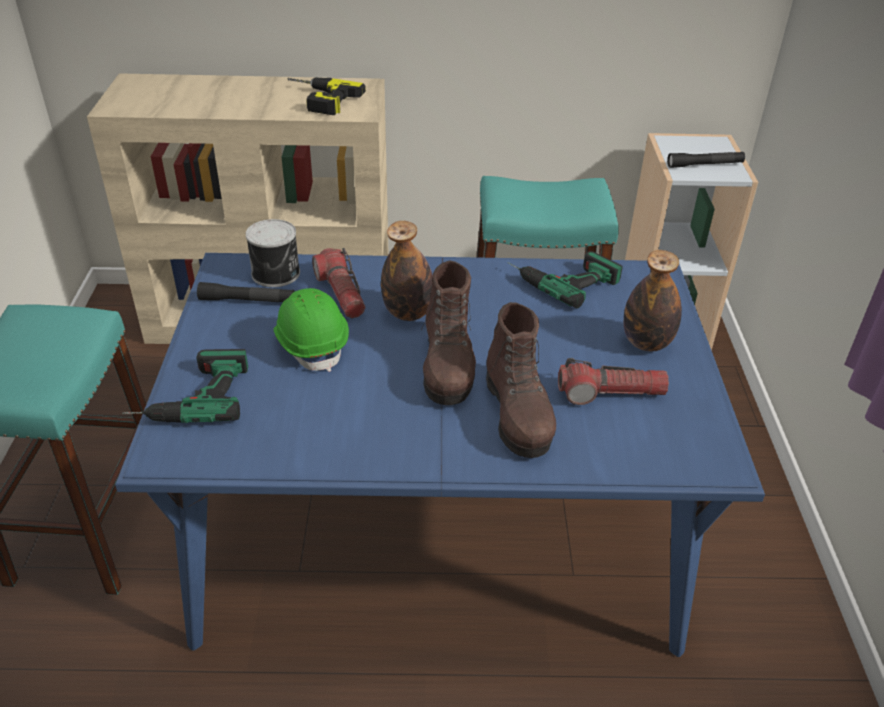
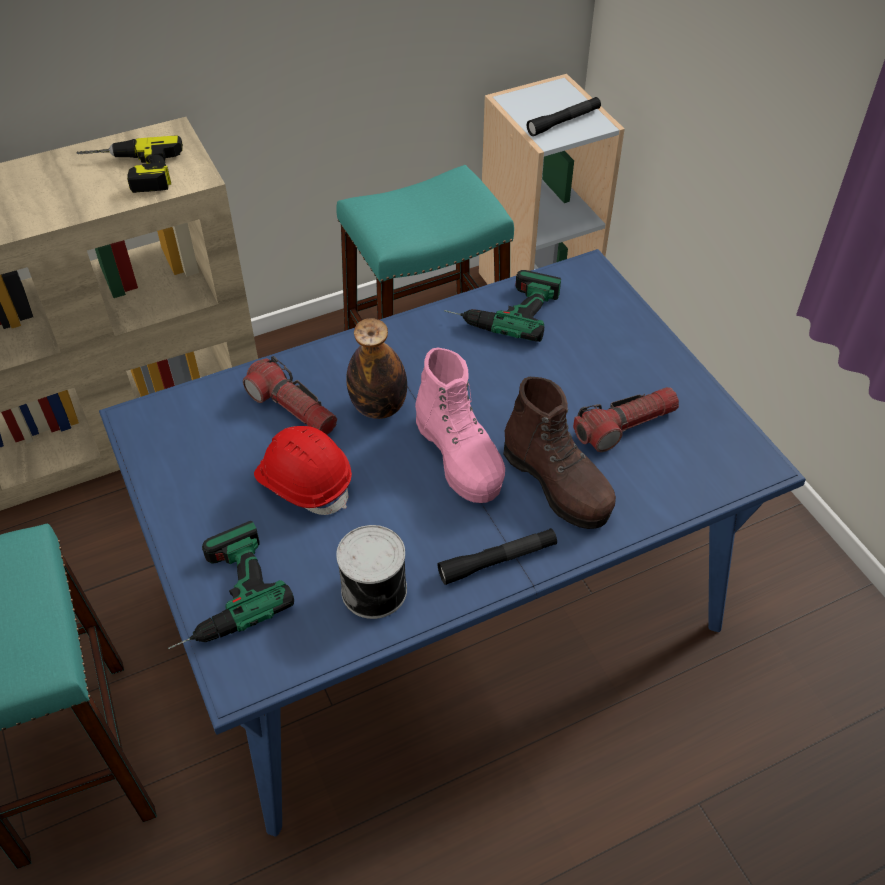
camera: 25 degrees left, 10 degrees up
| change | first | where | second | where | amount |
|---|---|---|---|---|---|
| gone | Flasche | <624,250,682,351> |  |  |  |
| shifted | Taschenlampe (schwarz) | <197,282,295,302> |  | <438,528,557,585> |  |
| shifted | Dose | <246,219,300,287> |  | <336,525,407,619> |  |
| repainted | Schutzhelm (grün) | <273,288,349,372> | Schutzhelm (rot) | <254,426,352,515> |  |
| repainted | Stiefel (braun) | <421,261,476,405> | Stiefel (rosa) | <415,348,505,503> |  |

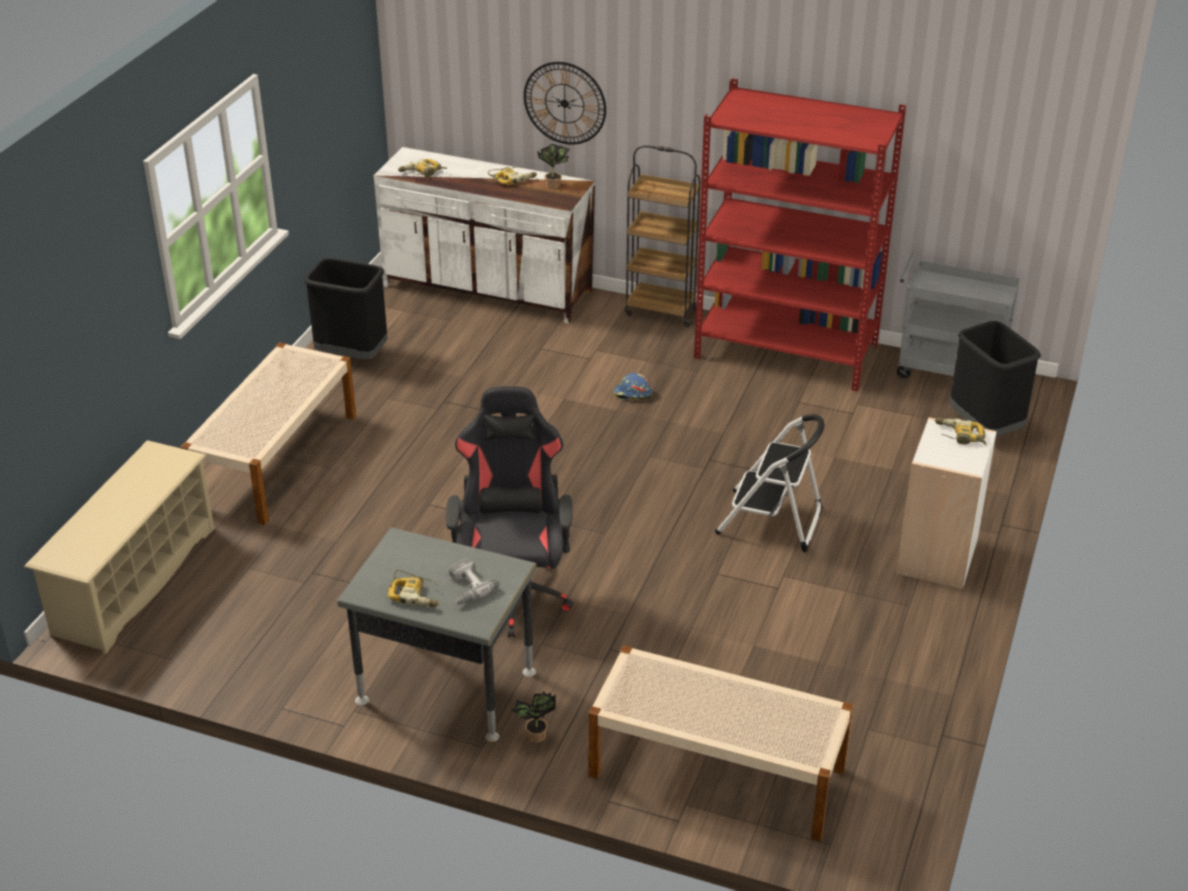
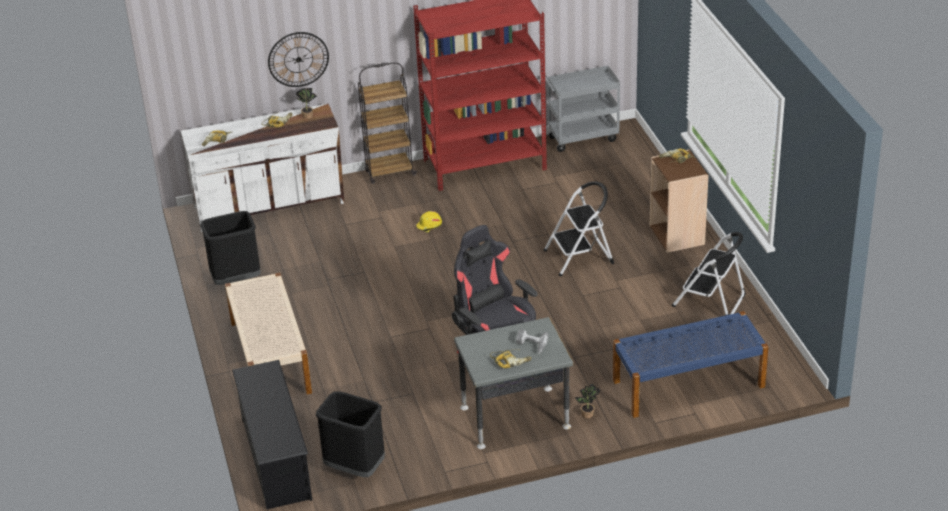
camera: 35 degrees left, 0 degrees up
| change | first | where | second | where | amount |
|---|---|---|---|---|---|
| new |  |  | Trittleiter | <672,232,746,316> |  |
| shifted | Mülleimer (schwarz) | <950,321,1041,436> |  | <316,391,385,477> |  |
| repainted | Schuhregal (beige) | <24,440,215,654> | Schuhregal (schwarz) | <232,360,312,509> |  |
| repainted | Bank (beige) | <588,645,853,842> | Bank (blau) | <613,311,768,418> |  |
| repainted | Schutzhelm (blau) | <613,373,653,401> | Schutzhelm (gelb) | <416,211,442,233> |  |
| repainted | Bücherregal (weiß) | <896,417,997,589> | Bücherregal (braun) | <650,149,709,253> |  |

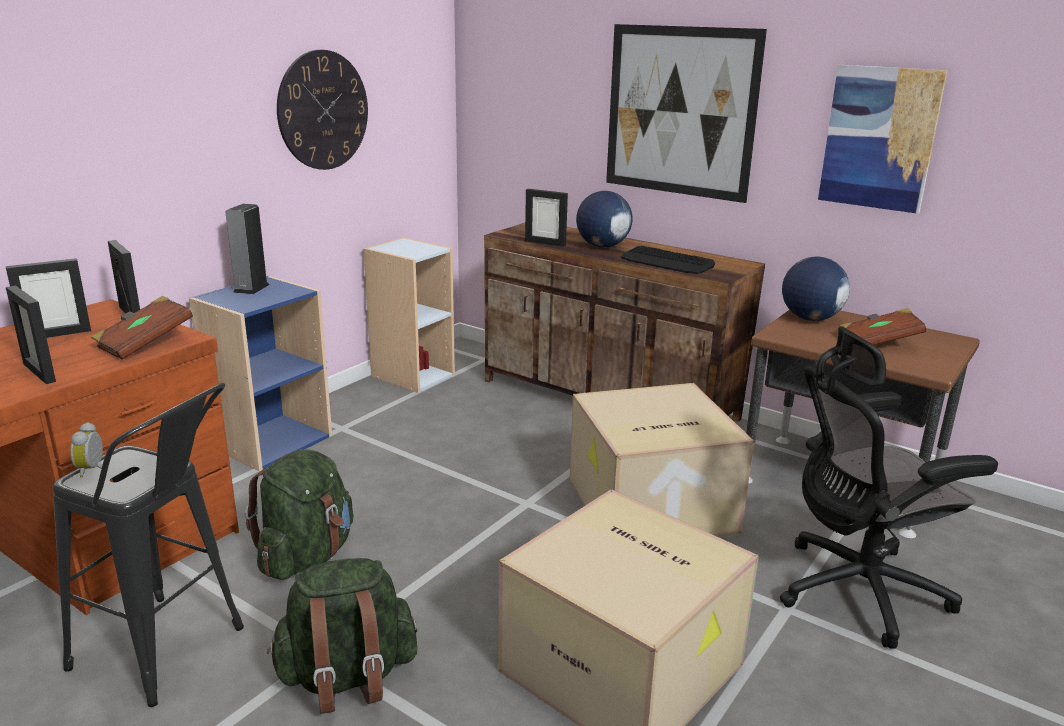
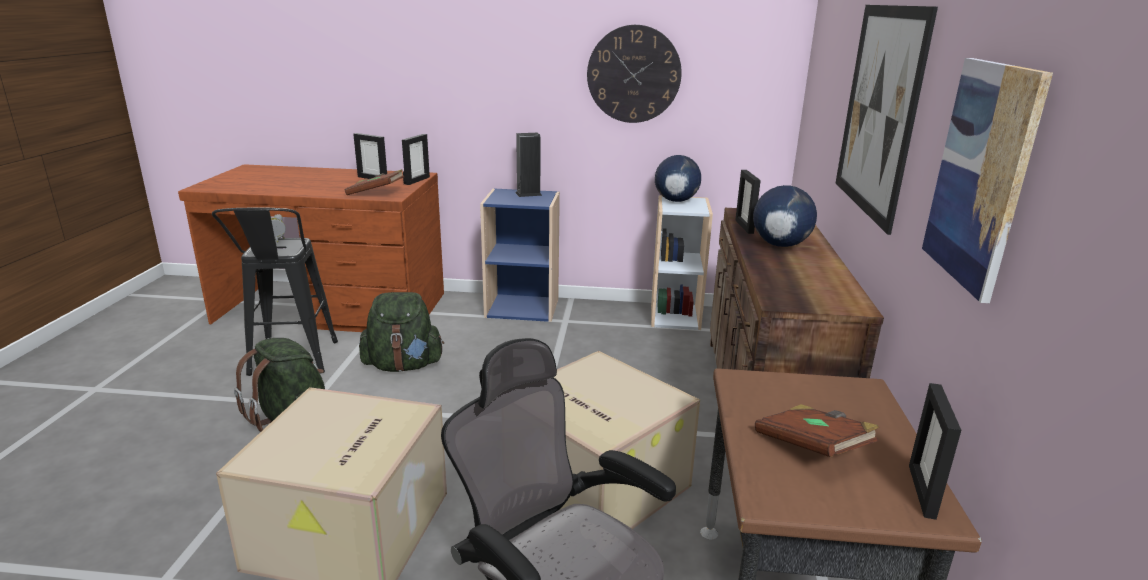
camera: 60 degrees right, 0 degrees up
| change | first | where | second | where | amount |
|---|---|---|---|---|---|
| gone | Tastatur | <621,246,715,274> |  |  |  |
| shifted | Bilderrahmen | <6,285,56,384> |  | <909,383,961,520> |  |
| shifted | Globus | <782,256,850,321> |  | <655,155,701,202> |  |

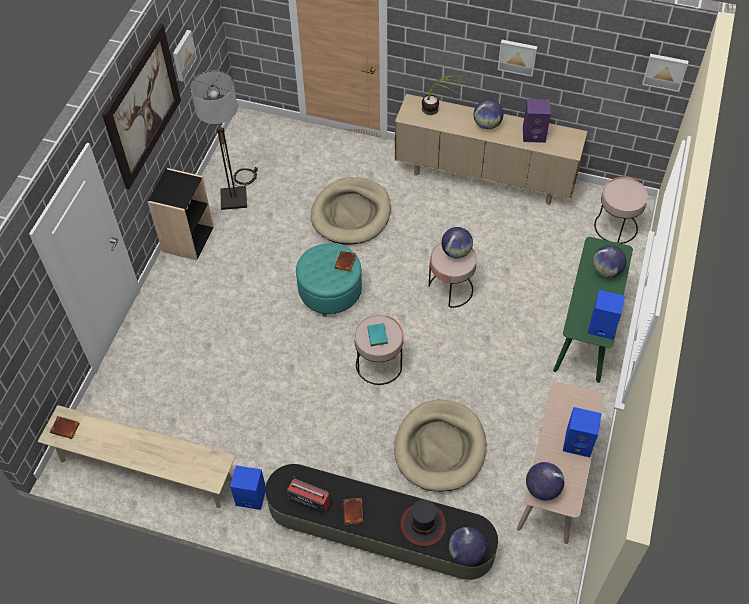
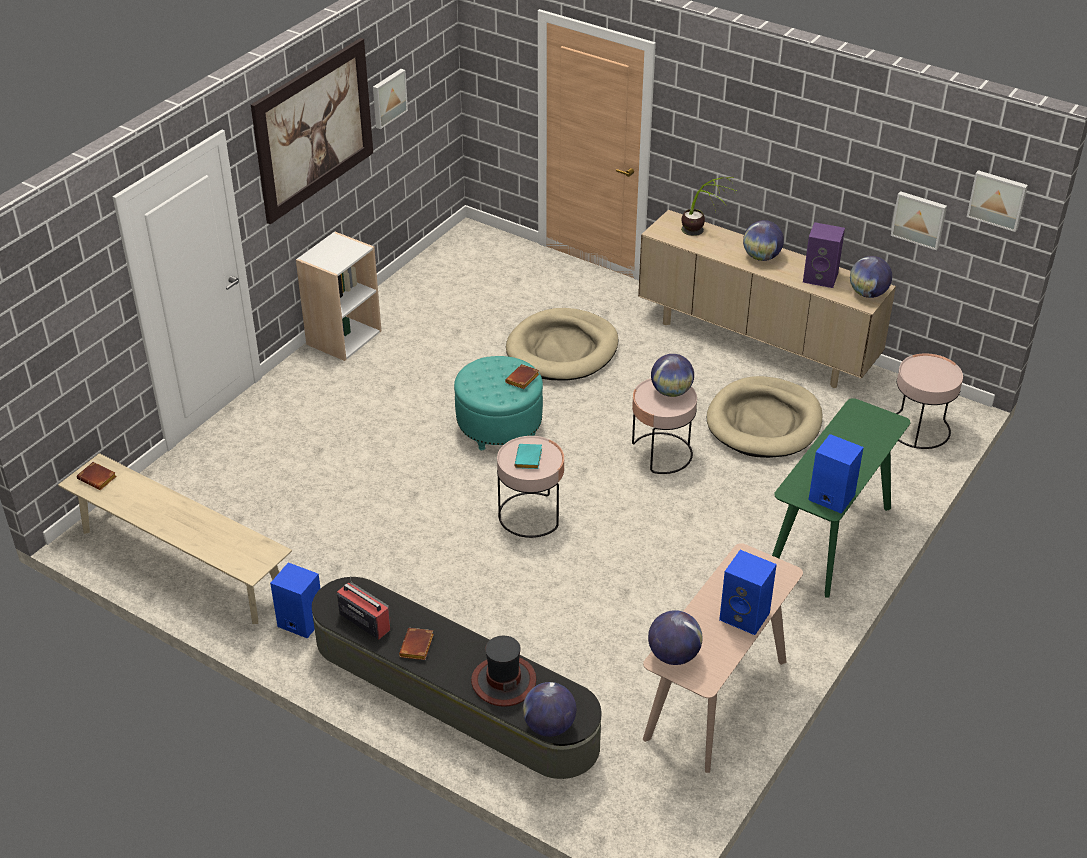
camera: 15 degrees right, 15 degrees down
| change | first | where | second | where | amount |
|---|---|---|---|---|---|
| gone | Stehlampe | <190,71,258,210> |  |  |  |
| shifted | Hundebett (beige) | <394,400,486,492> |  | <707,376,823,458> |  |
| shifted | Bild | <498,40,538,77> |  | <891,191,947,250> |  |
| shifted | Globus | <593,245,626,278> |  | <850,256,892,298> |  |
| repainted | Bücherregal (schwarz) | <147,168,214,261> | Bücherregal (weiß) | <296,231,381,361> |  |

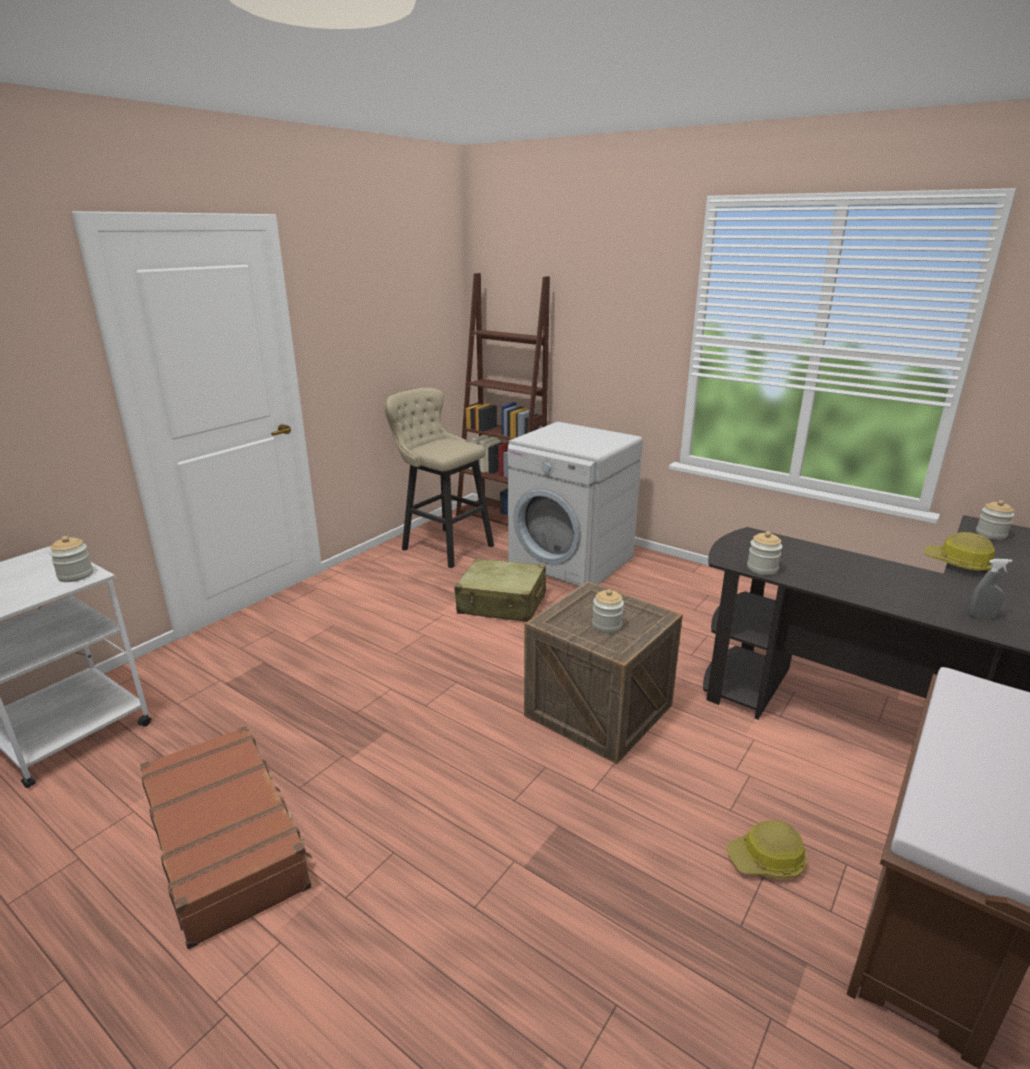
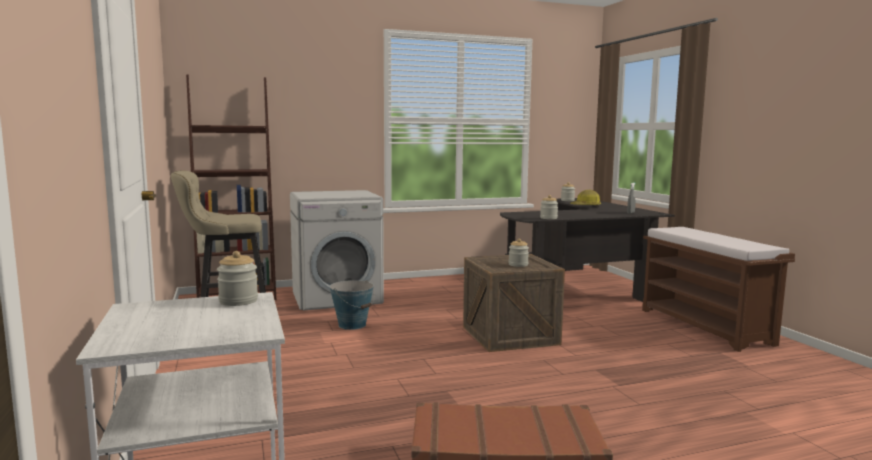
camera: 55 degrees left, 15 degrees down
| change | first | where | second | where | amount |
|---|---|---|---|---|---|
| gone | Schutzhelm | <726,820,807,878> |  |  |  |
| swapped | Koffer (beige) | <455,558,546,622> | Eimer | <330,280,375,330> |  |

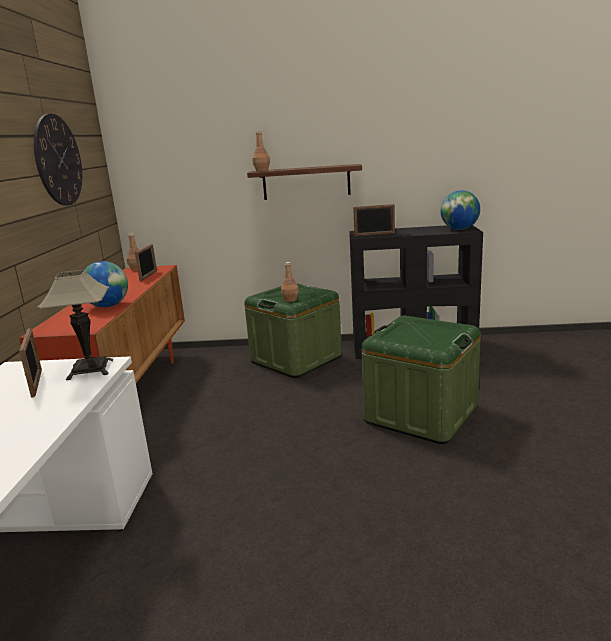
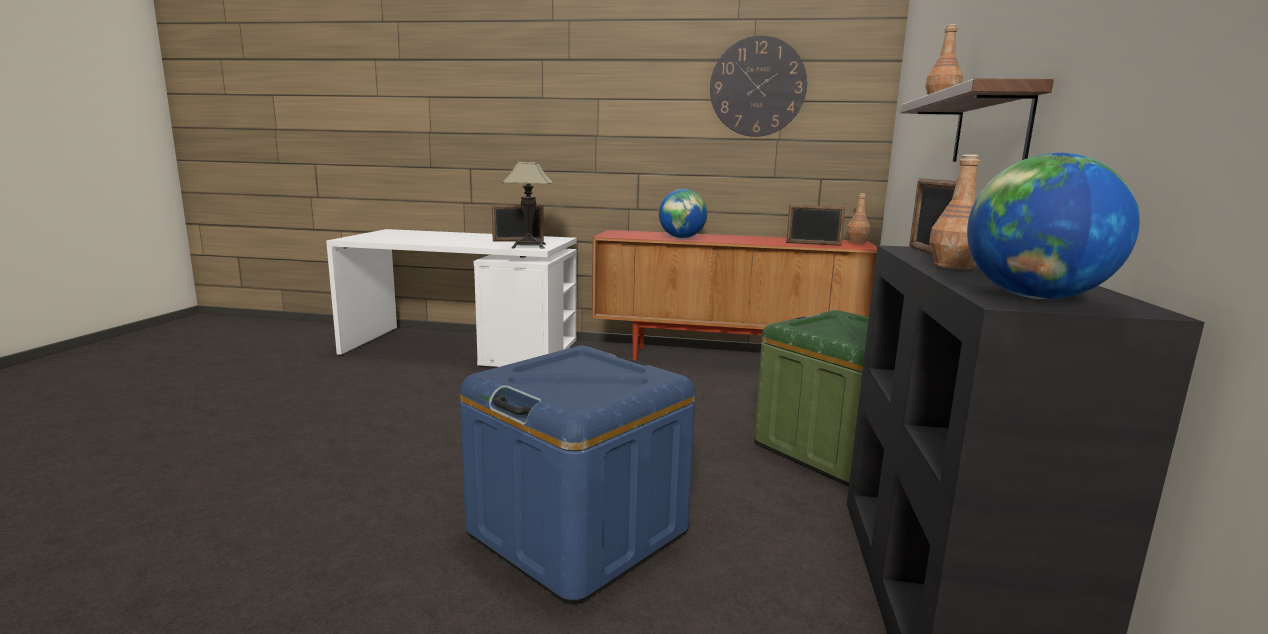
camera: 95 degrees right, 5 degrees down
| change | first | where | second | where | amount |
|---|---|---|---|---|---|
| shifted | Flasche (braun) | <281,262,299,302> |  | <929,154,980,270> |  |
| repainted | Aufbewahrungsbox (grün) | <361,316,481,444> | Aufbewahrungsbox (blau) | <460,346,696,604> |  |

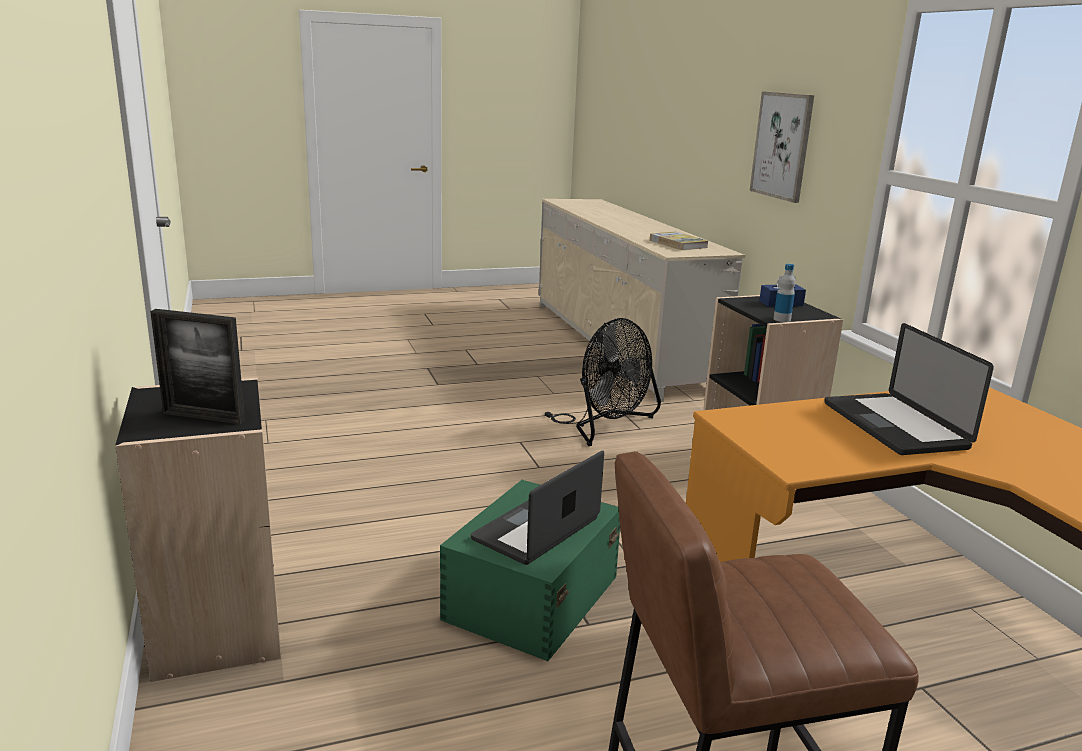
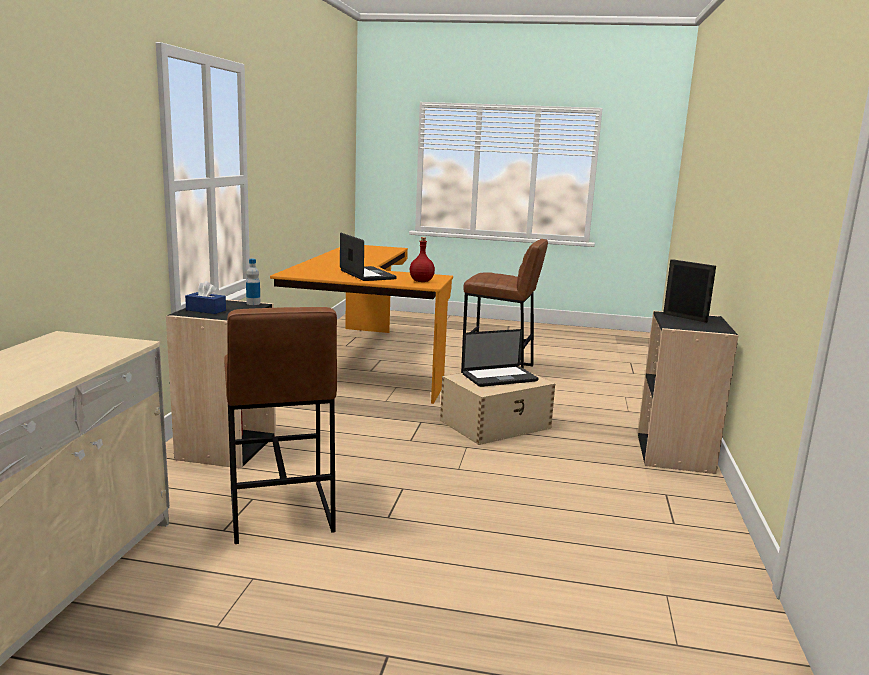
camera: 150 degrees left, 5 degrees down
| change | first | where | second | where | amount |
|---|---|---|---|---|---|
| gone | Buch | <650,232,708,250> |  |  |  |
| gone | Bild | <750,91,814,203> |  |  |  |
| new |  |  | Flasche (rot) | <410,237,435,282> |  |
| swapped | Ventilator (schwarz) | <545,318,661,446> | Hocker (braun) | <224,307,337,544> |  |
| repainted | Aufbewahrungsbox (grün) | <440,480,620,661> | Aufbewahrungsbox (beige) | <440,373,555,445> |  |
| rotated | Laptop | <824,323,994,455> |  | <340,233,397,281> | 45 degrees counterclockwise |

